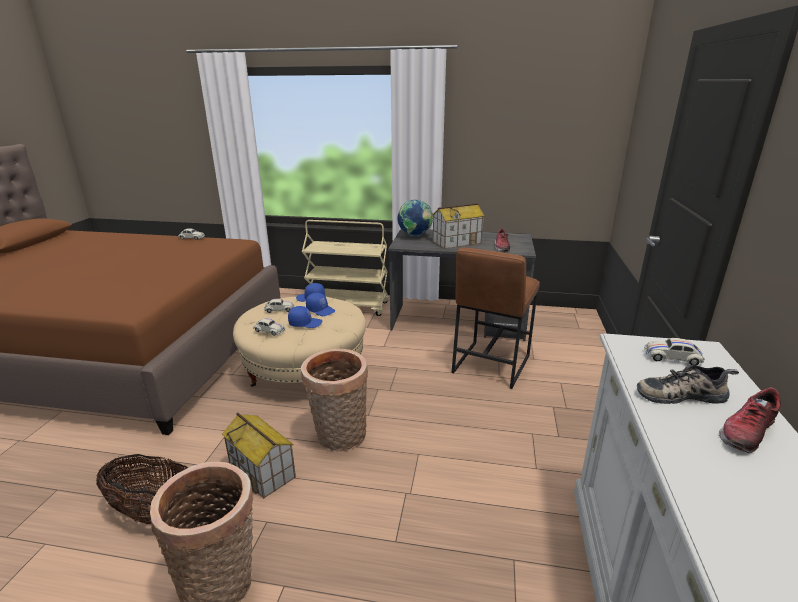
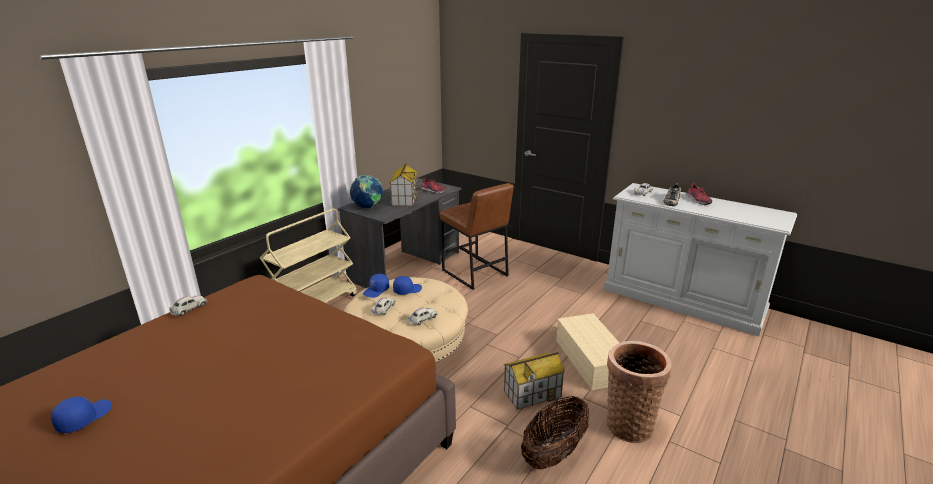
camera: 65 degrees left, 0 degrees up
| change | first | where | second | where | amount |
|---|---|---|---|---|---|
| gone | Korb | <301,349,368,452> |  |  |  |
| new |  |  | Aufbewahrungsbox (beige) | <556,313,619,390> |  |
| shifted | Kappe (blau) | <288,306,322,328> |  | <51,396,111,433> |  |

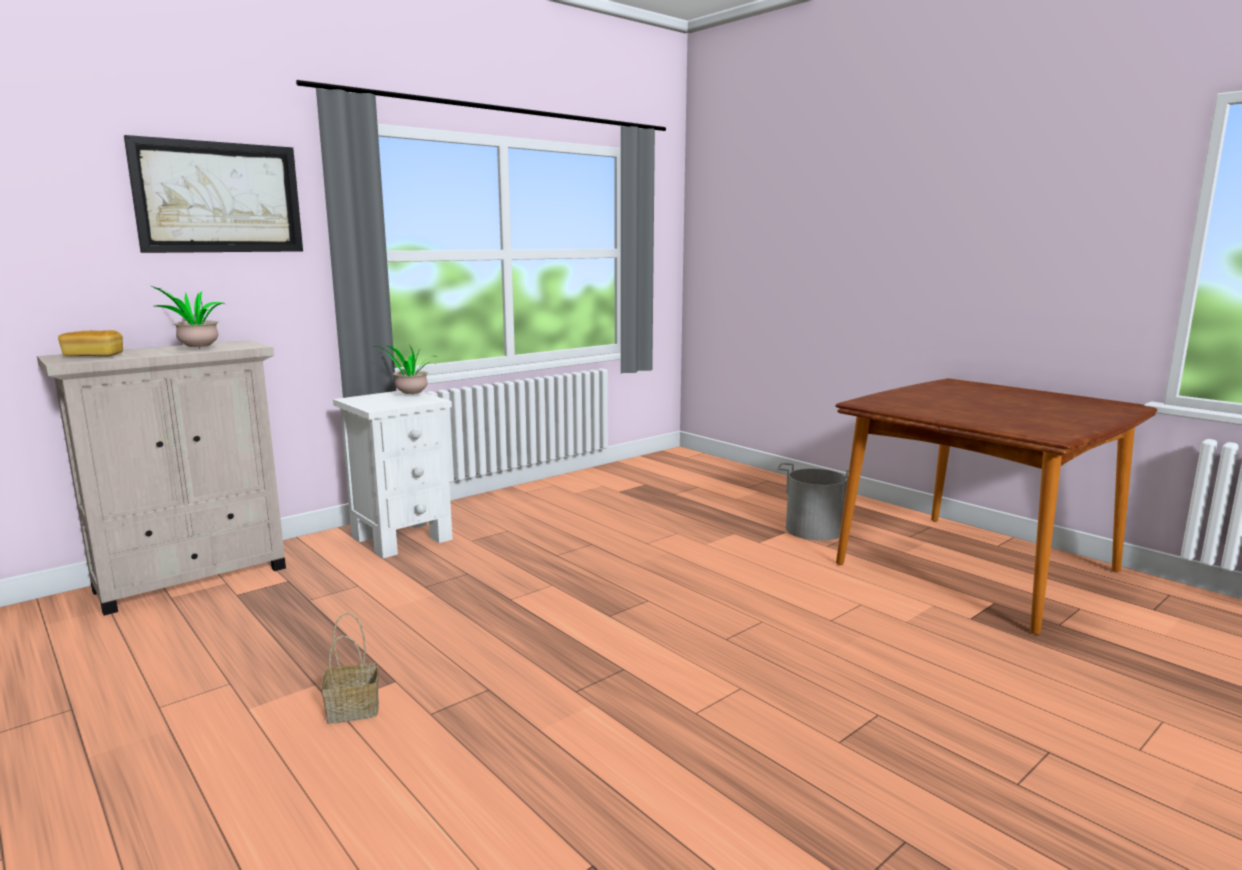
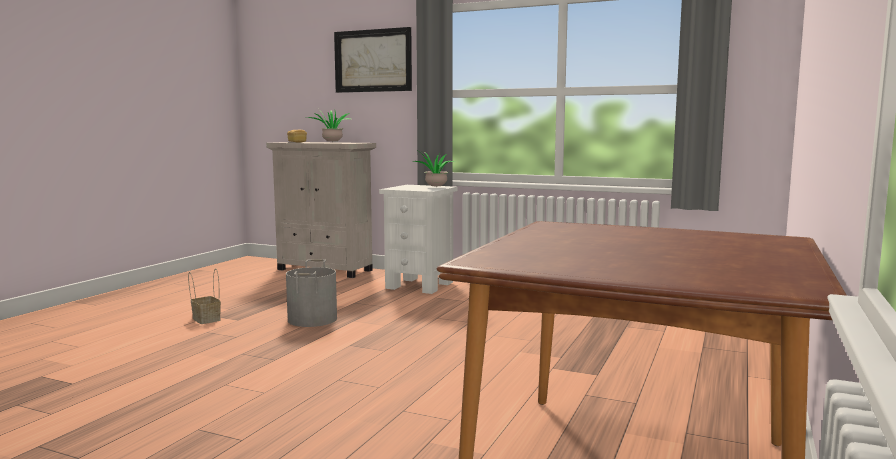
camera: 65 degrees right, 5 degrees down
| change | first | where | second | where | amount |
|---|---|---|---|---|---|
| shifted | Eimer (grau) | <776,463,849,541> |  | <286,259,337,327> |  |

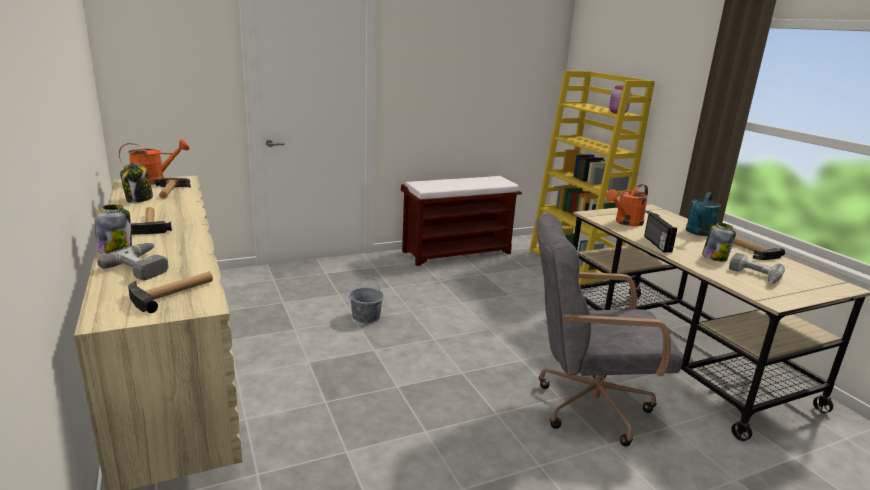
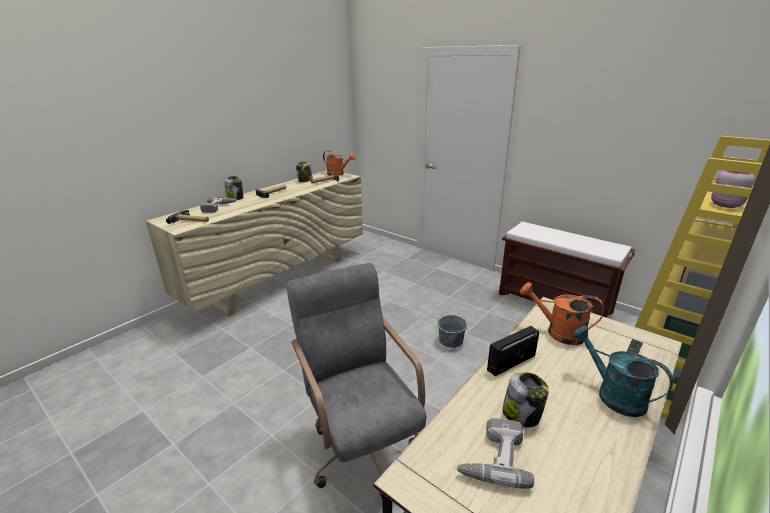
camera: 65 degrees right, 5 degrees up
| change | first | where | second | where | amount |
|---|---|---|---|---|---|
| gone | Hammer | <733,237,785,260> |  |  |  |
| shifted | Eimer (grau) | <349,278,384,323> |  | <437,310,467,348> |  |
| rotated | Gießkanne (türkis) | <686,192,721,236> |  | <572,325,673,417> | 45 degrees clockwise |

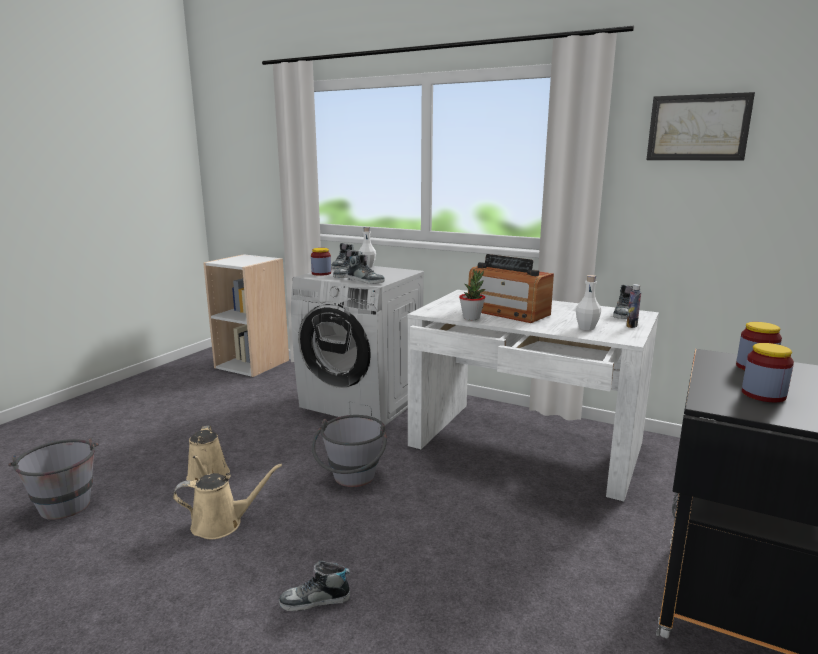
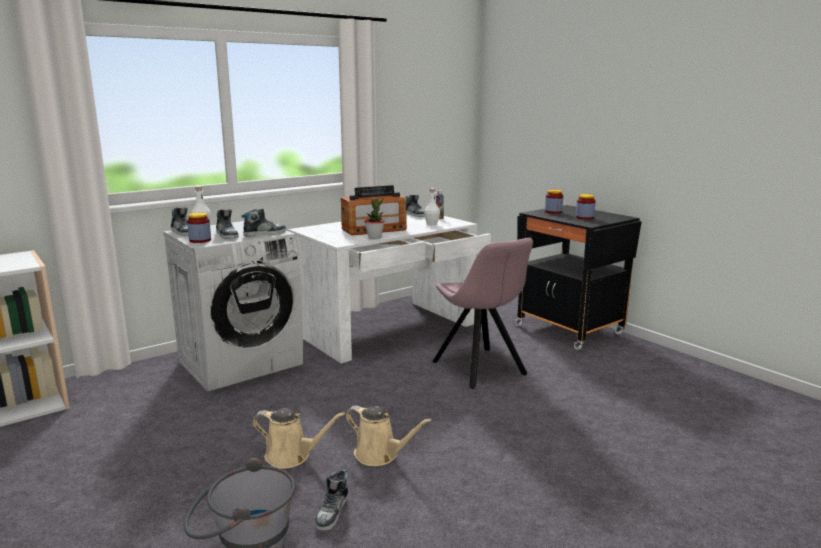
camera: 65 degrees left, 0 degrees up
| change | first | where | second | where | amount |
|---|---|---|---|---|---|
| gone | Eimer (grau) | <312,415,387,487> |  |  |  |
| gone | Bild | <646,92,755,161> |  |  |  |
| new |  |  | Stuhl (rosa) | <432,238,533,389> |  |
| shifted | Schuh | <279,561,350,611> |  | <315,470,348,531> |  |
| rotated | Gießkanne (beige) | <173,464,282,539> |  | <346,405,432,466> | 105 degrees clockwise |

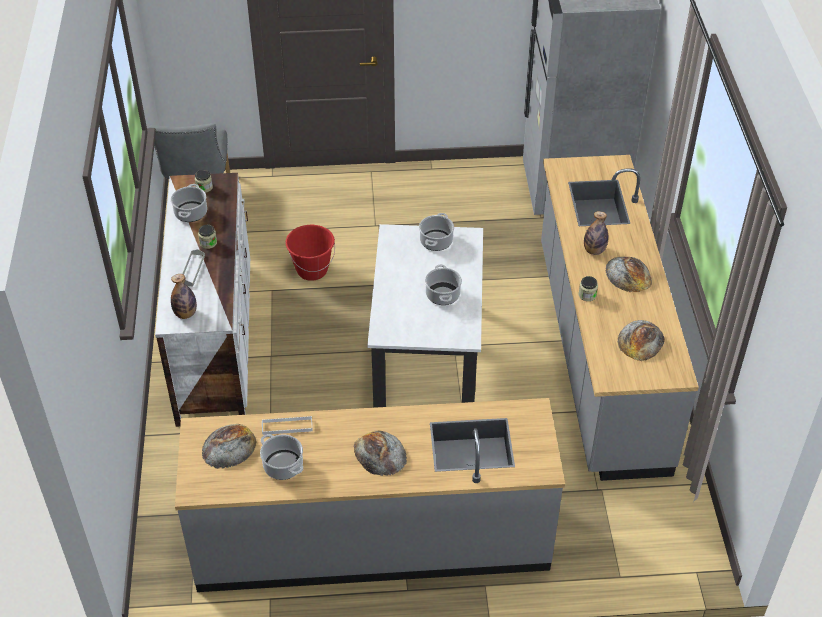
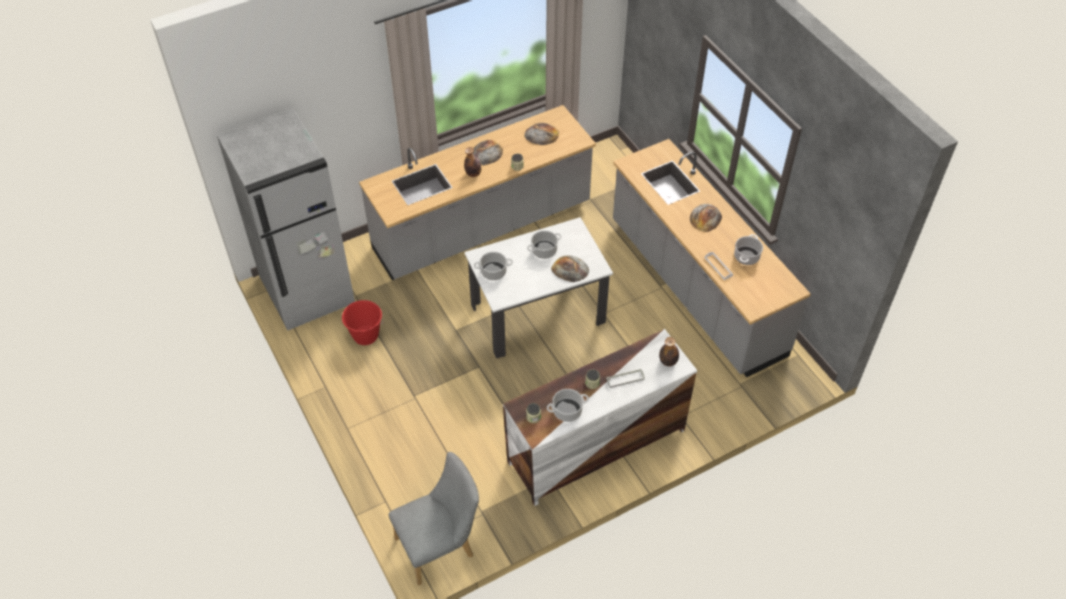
camera: 115 degrees left, 5 degrees up
| change | first | where | second | where | amount |
|---|---|---|---|---|---|
| shifted | Brot | <202,424,257,469> |  | <551,255,589,282> |  |
| shifted | Eimer (rot) | <285,225,335,281> |  | <342,300,384,345> |  |

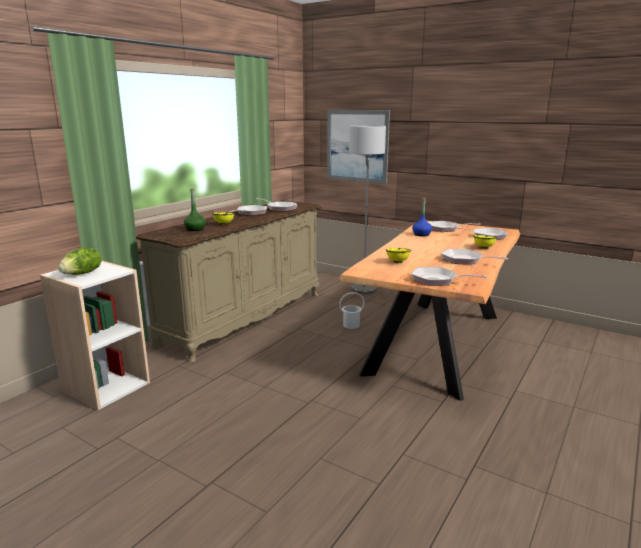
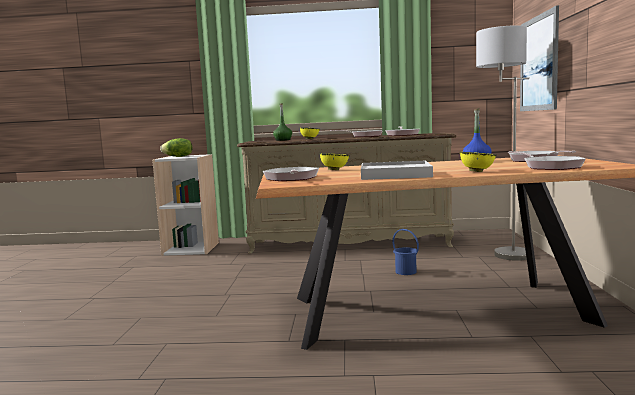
camera: 60 degrees right, 10 degrees down
| change | first | where | second | where | amount |
|---|---|---|---|---|---|
| swapped | Pfanne | <441,249,508,264> | Tablett (weiß) | <361,161,433,180> |  |
| repainted | Eimer (weiß) | <339,292,364,329> | Eimer (blau) | <392,229,419,275> |  |

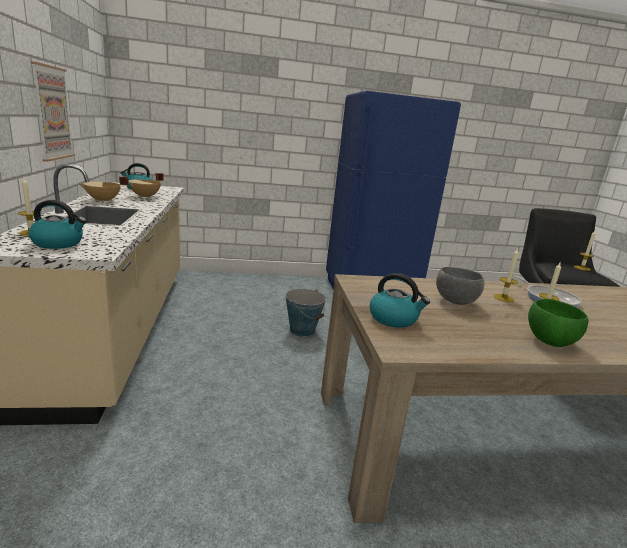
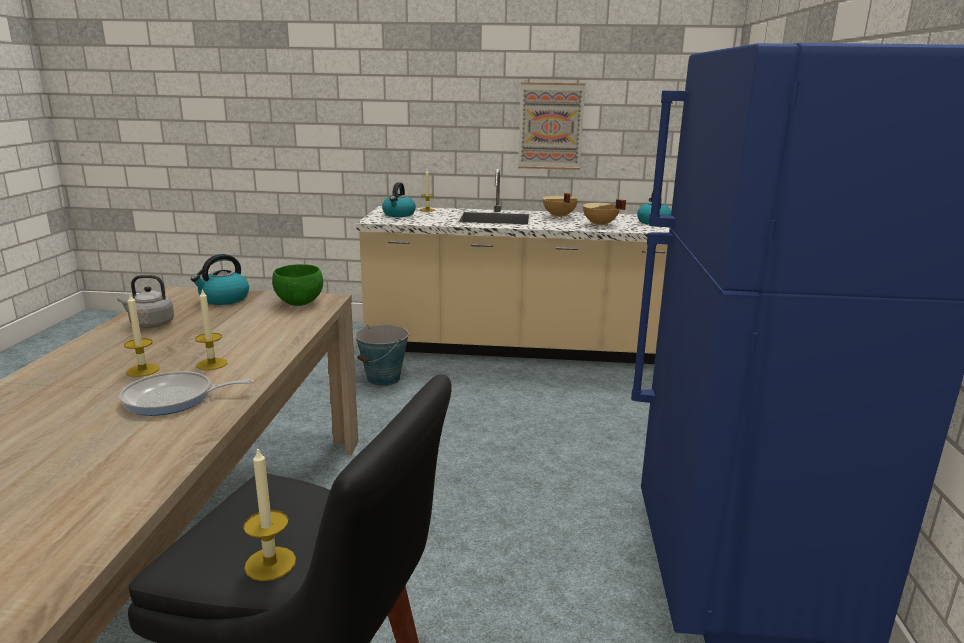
camera: 105 degrees right, 0 degrees up
| change | first | where | second | where | amount |
|---|---|---|---|---|---|
| gone | Schüssel (grau) | <436,267,484,305> |  |  |  |
| new |  |  | Wasserkessel (grau) | <117,275,174,328> |  |
| shifted | Eimer | <285,289,326,337> |  | <355,325,409,386> |  |
| shifted | Schüssel (grün) | <528,299,588,347> |  | <272,264,323,306> |  |

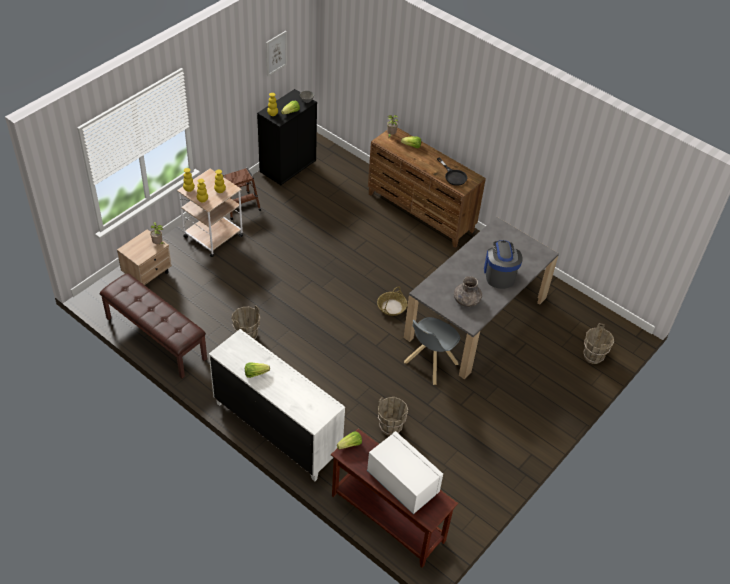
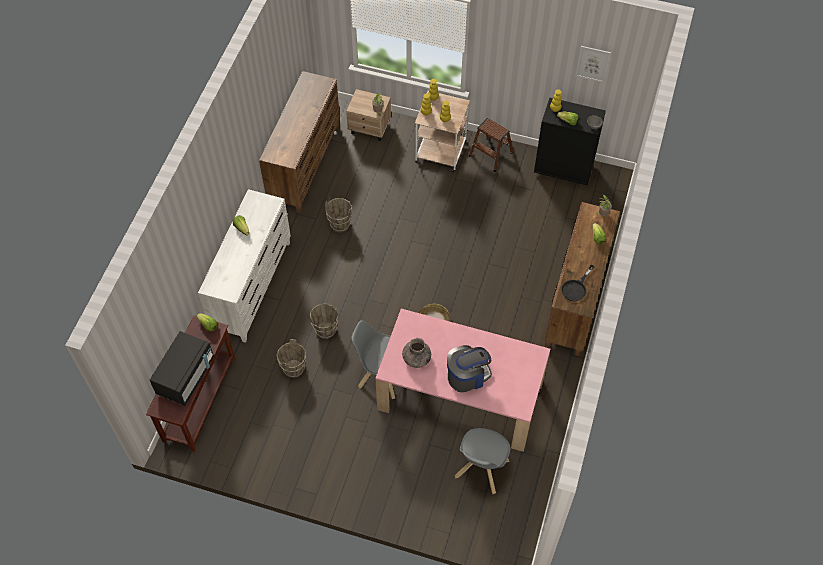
camera: 70 degrees right, 10 degrees up
| change | first | where | second | where | amount |
|---|---|---|---|---|---|
| new |  |  | Stuhl (grau) | <454,428,510,494> |  |
| shifted | Eimer (braun) | <583,323,614,364> |  | <309,304,338,339> |  |
| swapped | Bank (braun) | <100,273,207,378> | Kommode (braun) | <259,71,340,213> |  |
| repainted | Mikrowelle (weiß) | <367,431,443,514> | Mikrowelle (schwarz) | <150,331,214,406> |  |
| repainted | Esstisch (grau) | <404,217,559,380> | Esstisch (rosa) | <375,309,550,452> |  |

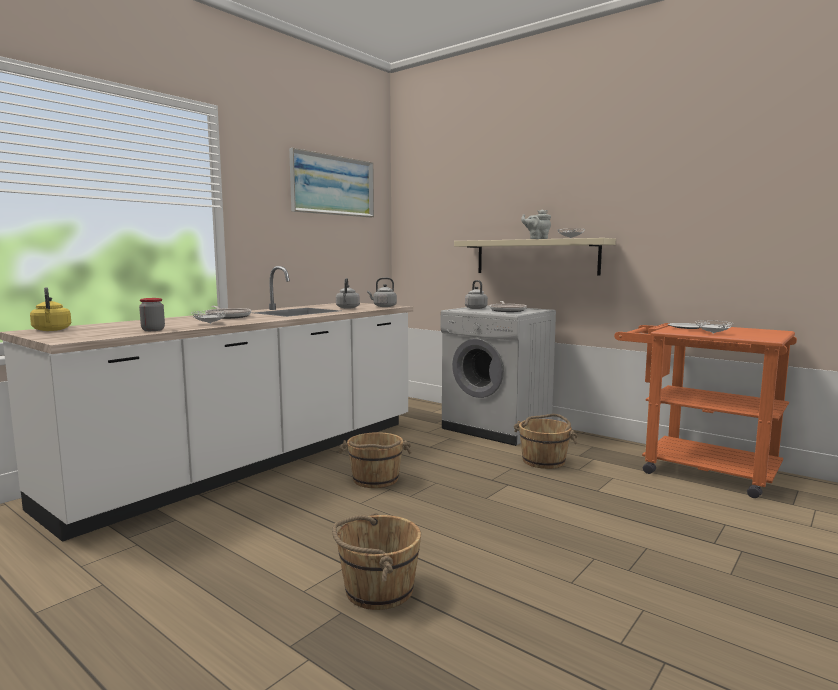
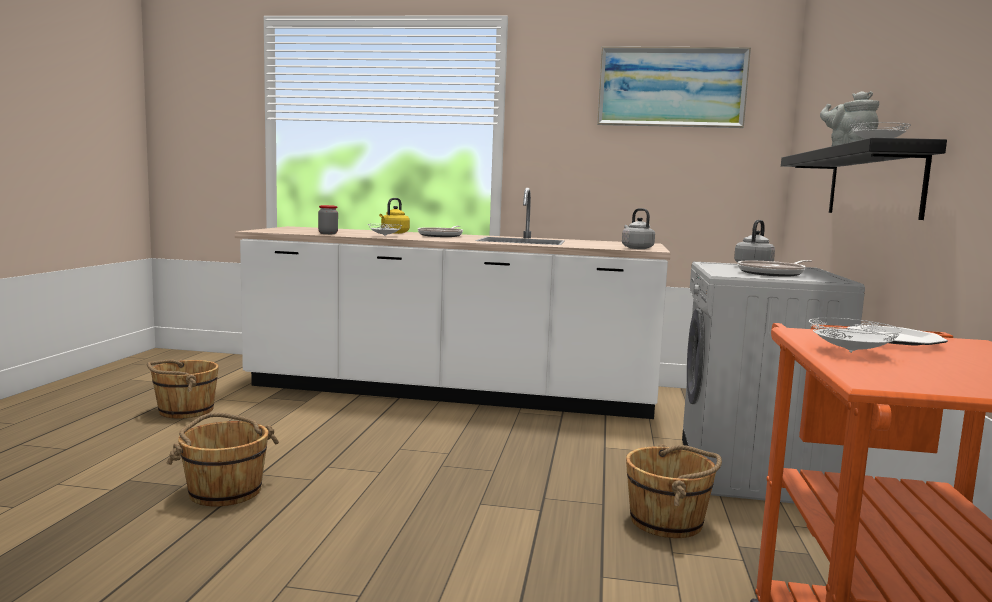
camera: 60 degrees right, 0 degrees up
| change | first | where | second | where | amount |
|---|---|---|---|---|---|
| gone | Wasserkessel (grau) | <336,278,360,308> |  |  |  |
| shifted | Wasserkessel (gelb) | <30,287,71,331> |  | <379,198,410,234> |  |
| shifted | Eimer (braun) | <339,432,412,488> |  | <147,359,219,418> |  |
| repainted | Wandregal (beige) | <454,238,616,276> | Wandregal (schwarz) | <781,138,947,220> |  |

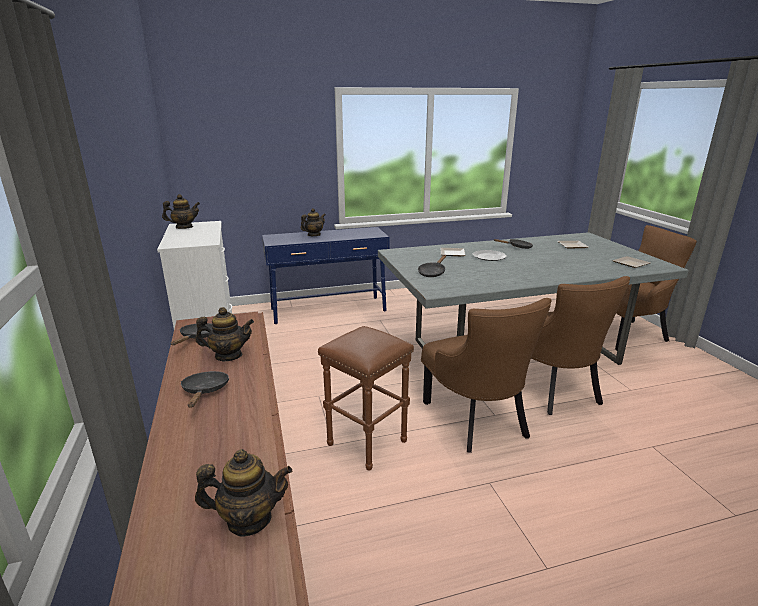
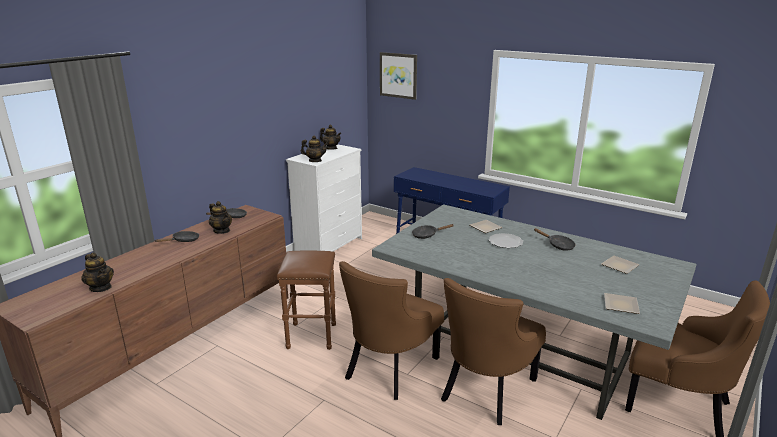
camera: 50 degrees right, 0 degrees up
| change | first | where | second | where | amount |
|---|---|---|---|---|---|
| new |  |  | Bild | <380,52,417,100> |  |
| shifted | Teekanne | <301,208,326,236> |  | <301,135,328,162> |  |

